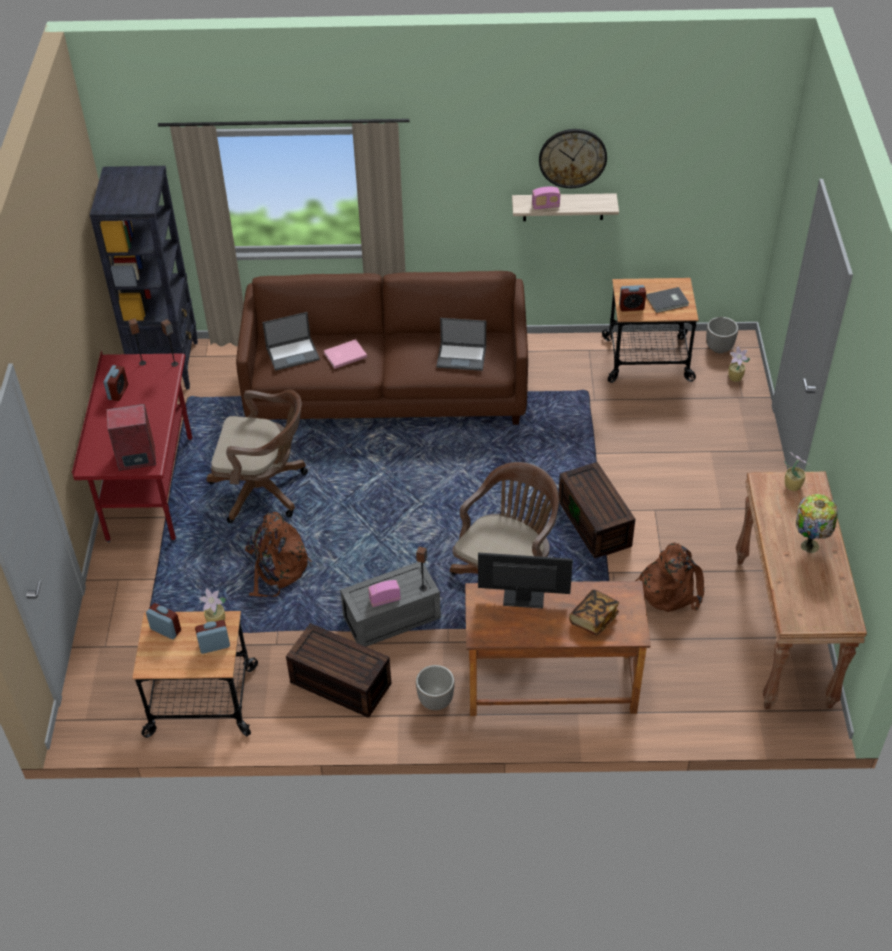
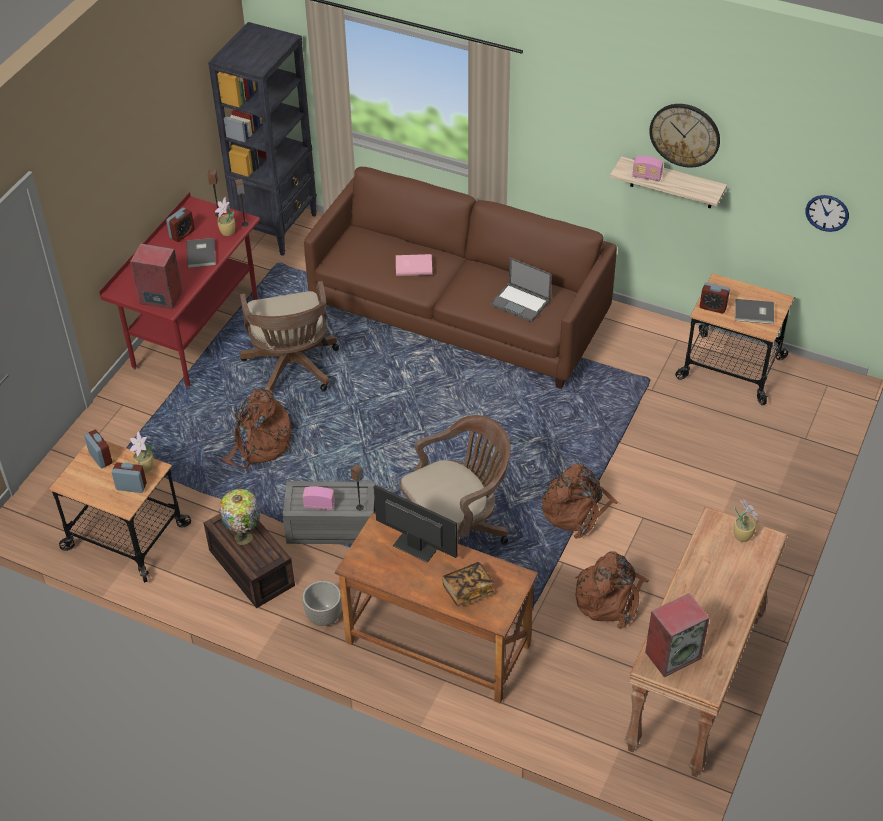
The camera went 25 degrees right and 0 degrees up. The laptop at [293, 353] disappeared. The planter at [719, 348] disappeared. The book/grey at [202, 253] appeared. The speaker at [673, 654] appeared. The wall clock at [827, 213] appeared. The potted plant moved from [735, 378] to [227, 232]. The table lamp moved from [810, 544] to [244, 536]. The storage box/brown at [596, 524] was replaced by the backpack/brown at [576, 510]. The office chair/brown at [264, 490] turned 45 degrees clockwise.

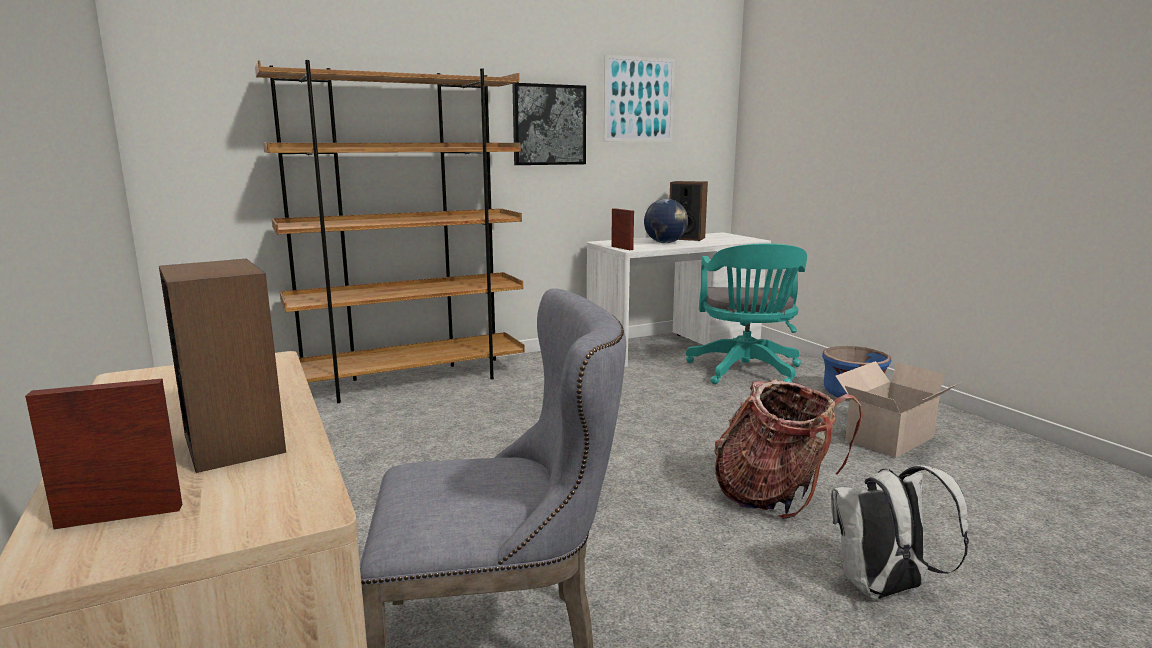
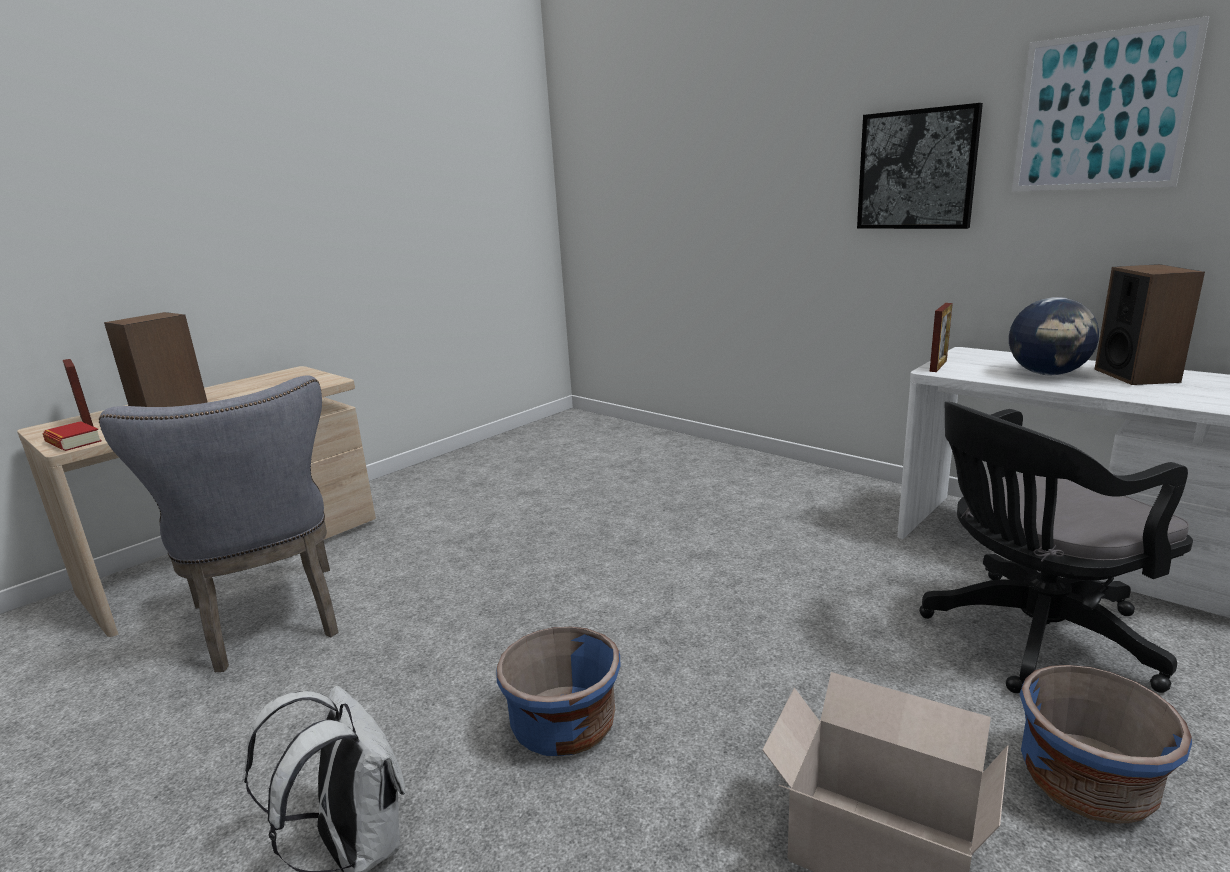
The camera went 70 degrees right and 5 degrees up. The bookcase/brown at [412, 381] disappeared. The book at [73, 442] appeared. The backpack at [775, 496] was replaced by the planter/blue at [564, 727]. The office chair/turquoise at [746, 372] became the office chair/black at [1029, 637].

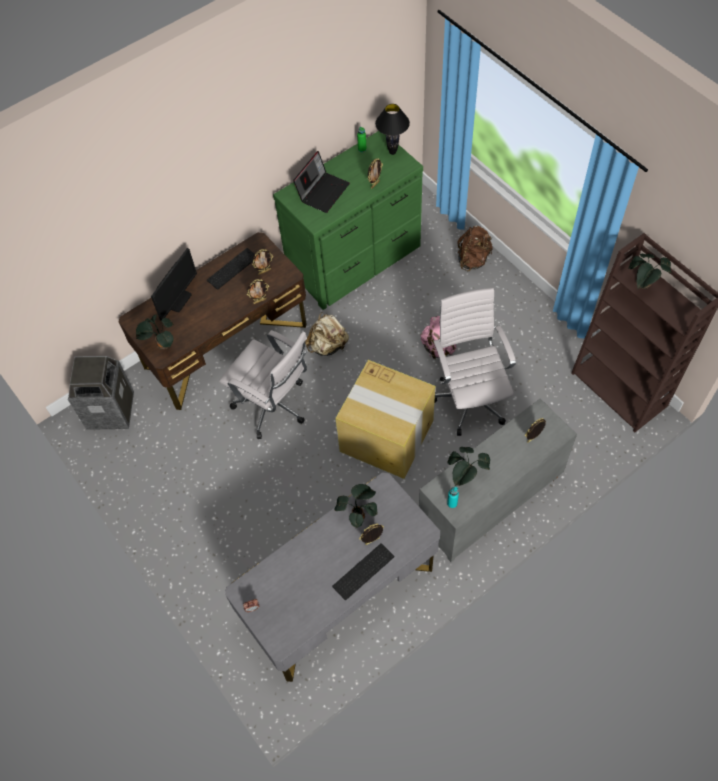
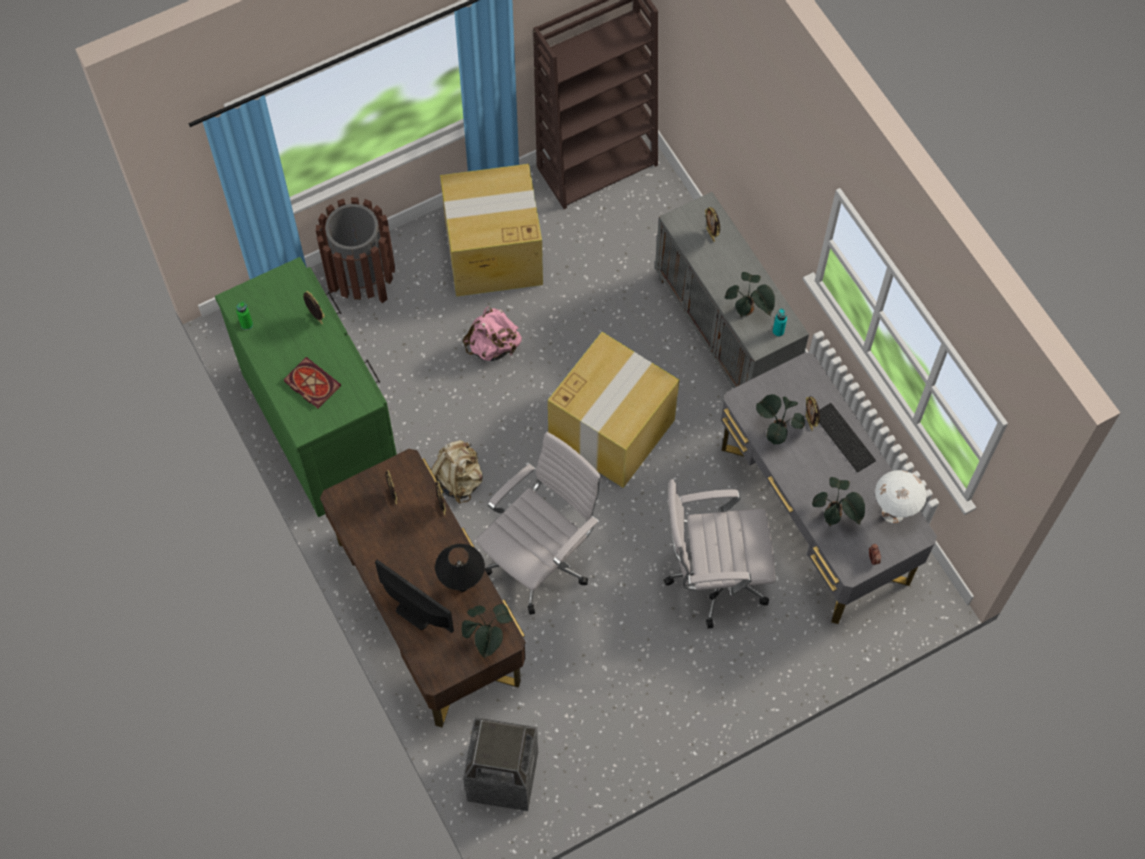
The camera went 85 degrees left and 5 degrees up. The keyboard at [232, 268] disappeared. The cardboard box at [492, 253] appeared. The table lamp/white at [892, 513] appeared. The table lamp/black moved from [393, 152] to [462, 587]. The office chair/white moved from [469, 398] to [712, 578]. The potted plant moved from [643, 286] to [834, 516]. The laptop at [323, 191] was replaced by the book at [310, 384]. The backpack/brown at [473, 260] was replaced by the trash can/brown at [361, 279].

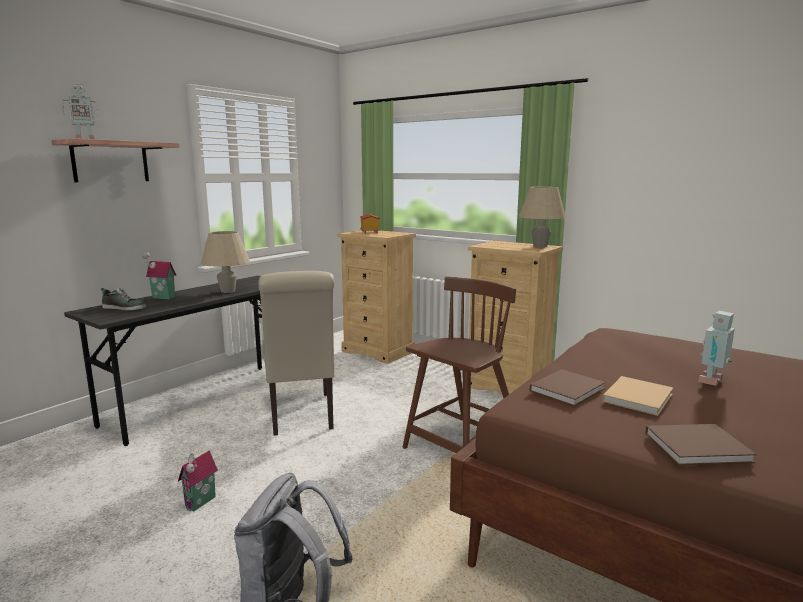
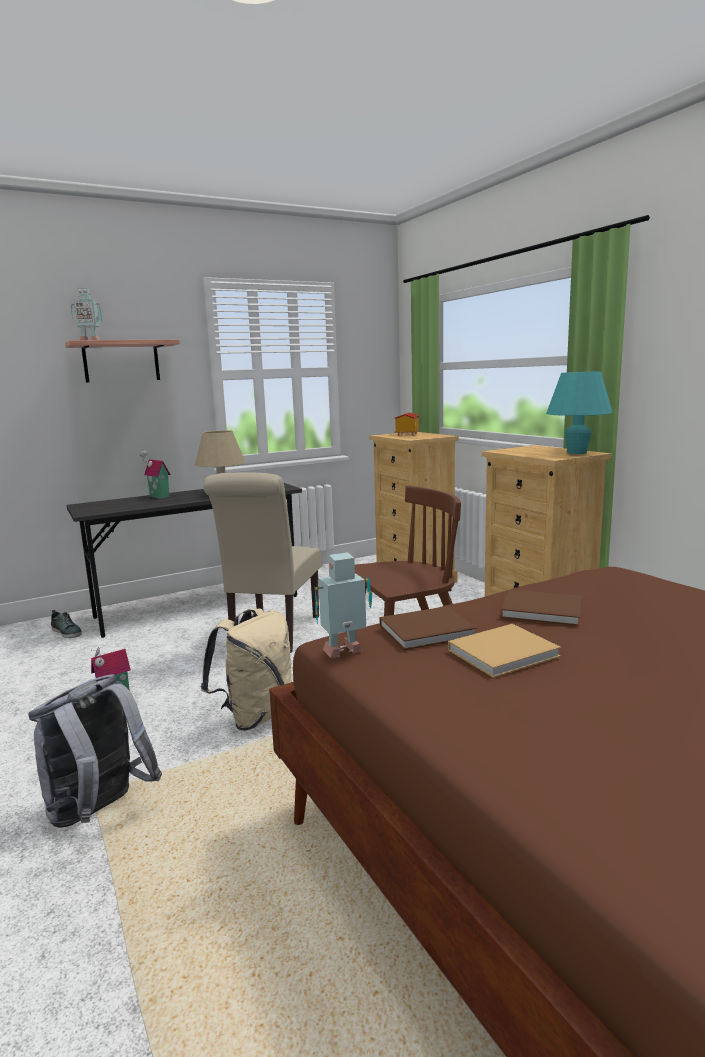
The camera went 25 degrees right and 0 degrees up. The backpack/beige at [256, 715] appeared. The shoe moved from [124, 308] to [67, 632]. The book/brown moved from [700, 447] to [544, 611]. The toy robot moved from [713, 381] to [345, 652]. The table lamp/beige at [540, 246] became the table lamp/turquoise at [577, 453].

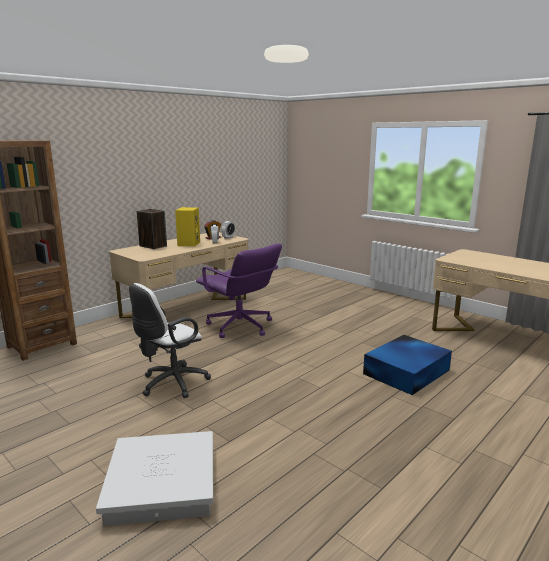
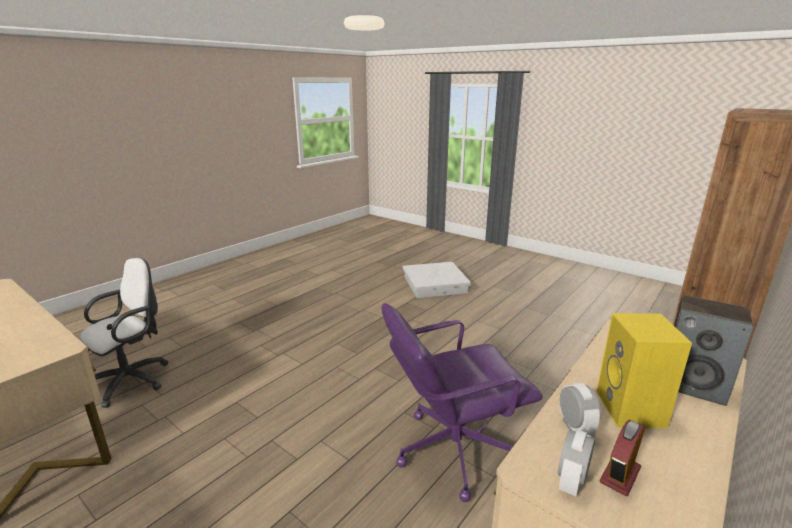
The camera went 175 degrees right and 5 degrees up. The storage box/blue at [407, 372] disappeared. The office chair/white moved from [171, 384] to [134, 379]. The office chair/purple at [240, 327] turned 60 degrees counterclockwise.

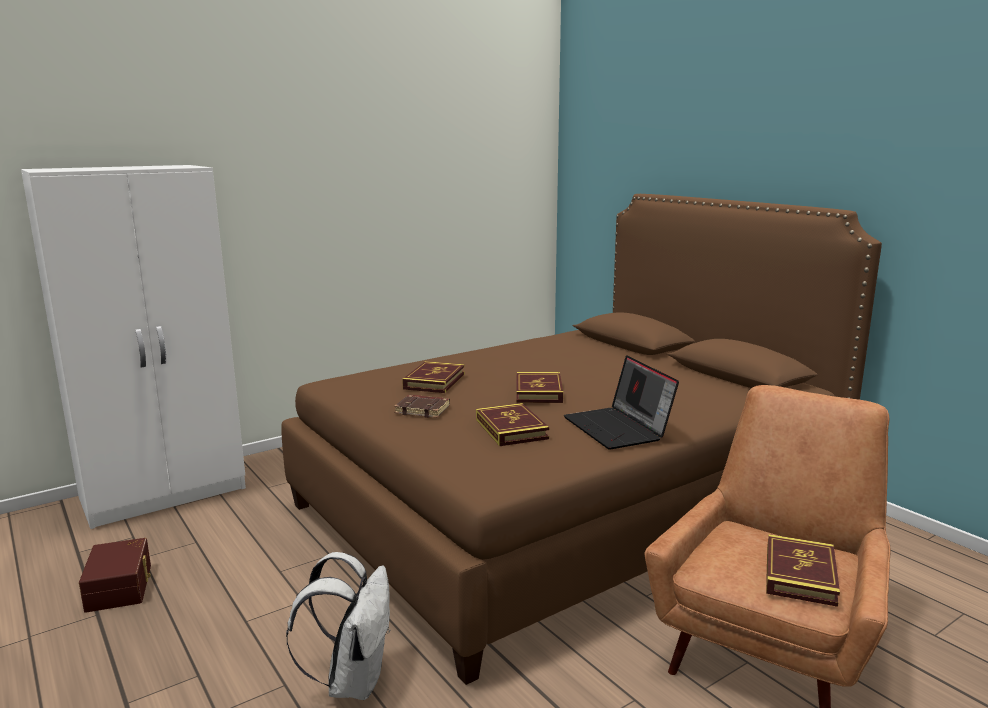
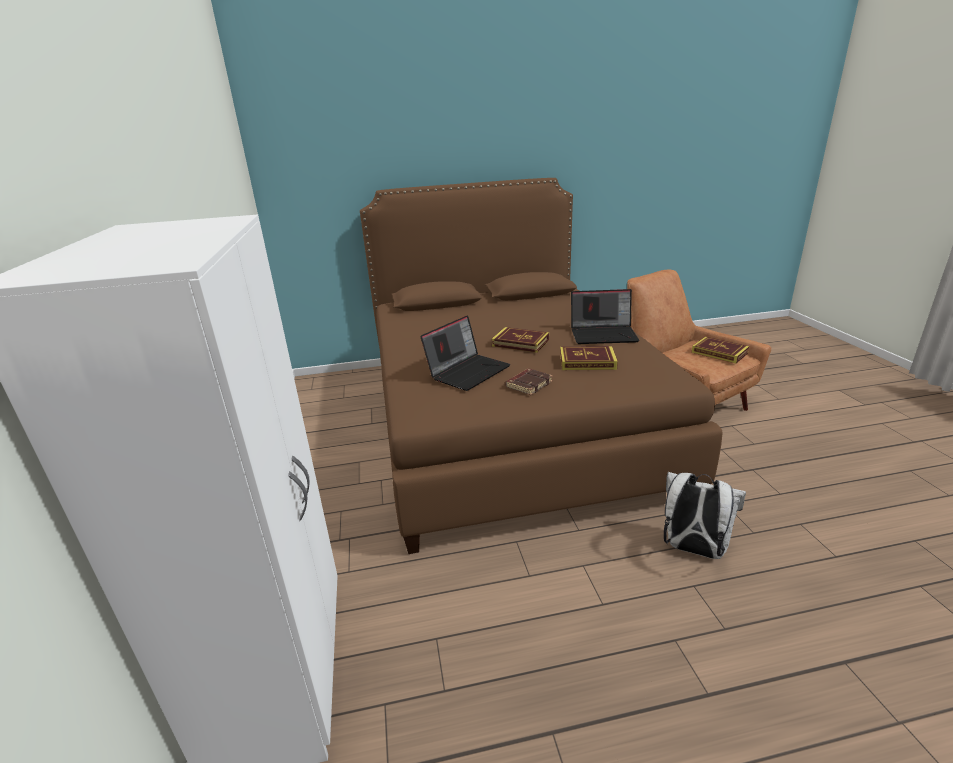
The camera went 65 degrees left and 10 degrees up. The storage box/brown at [121, 587] disappeared. The book at [434, 381] was replaced by the laptop at [468, 371].

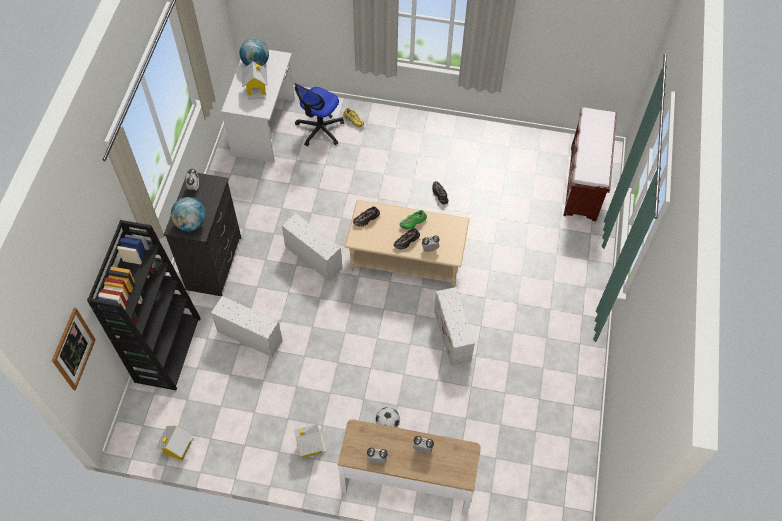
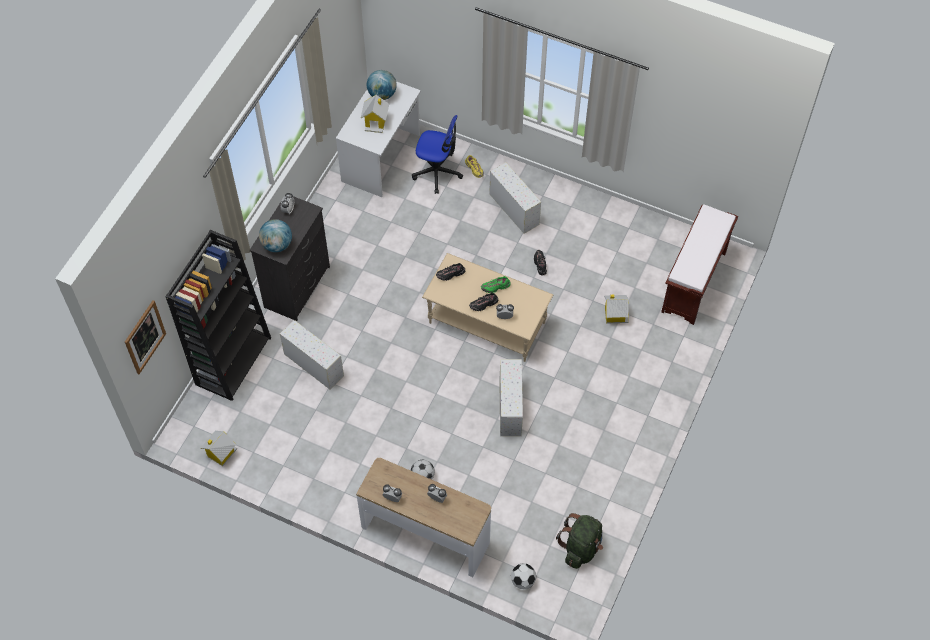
The camera went 15 degrees right and 0 degrees up. The football at [523, 580] appeared. The backpack/green at [581, 547] appeared. The storage box/white moved from [312, 257] to [513, 208]. The toy house moved from [310, 445] to [615, 315]. The office chair at [320, 129] turned 120 degrees counterclockwise.

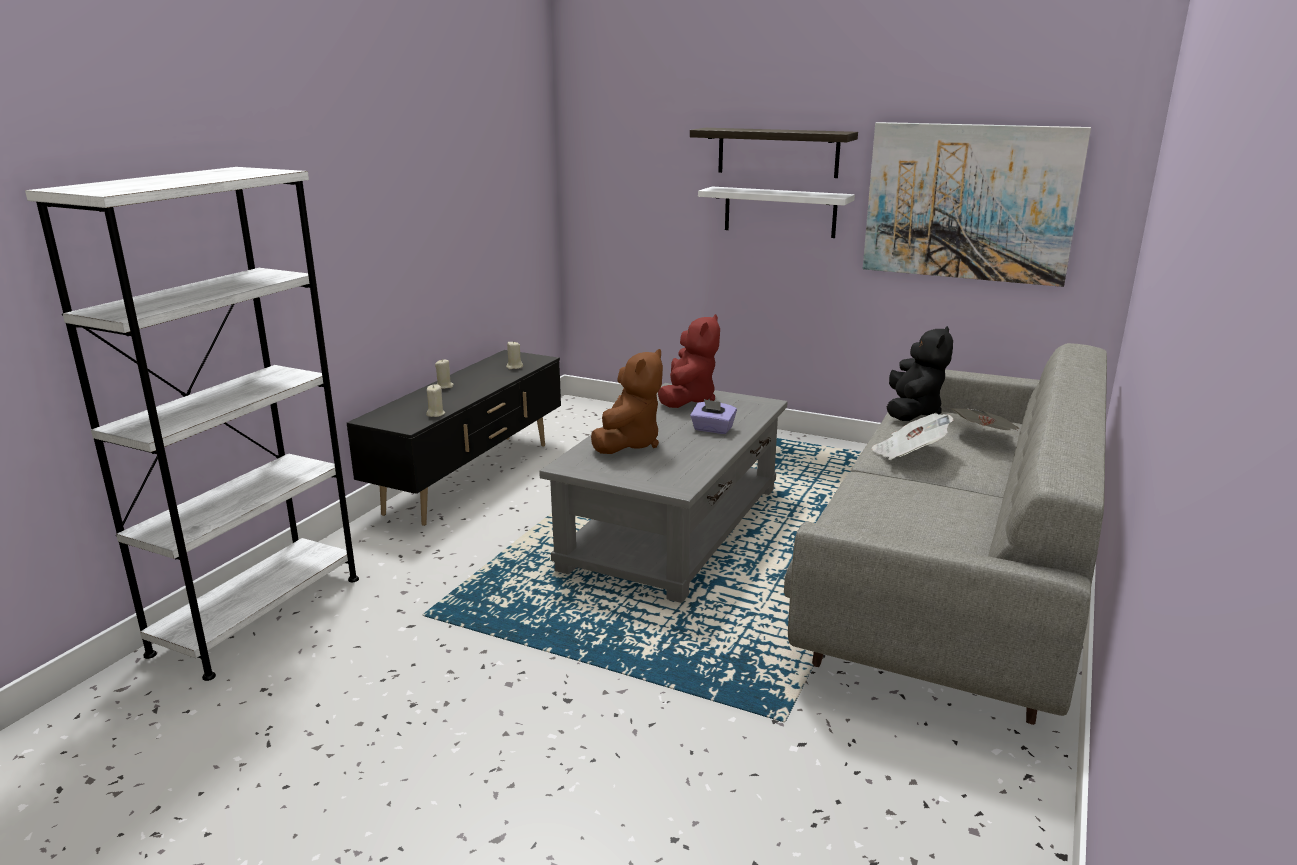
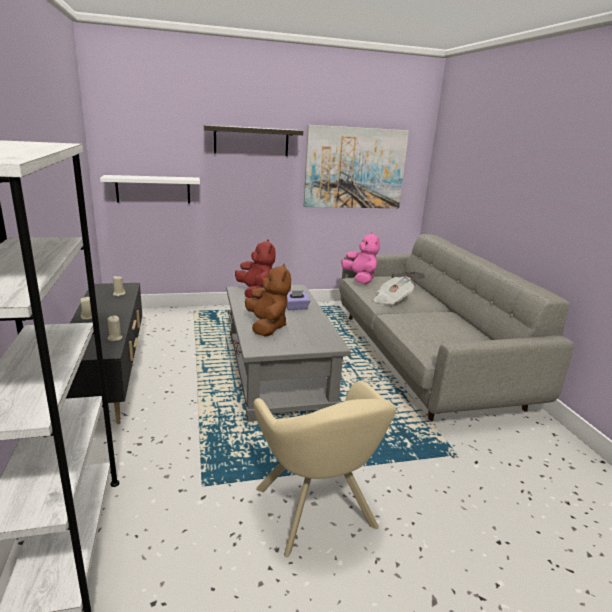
The camera went 40 degrees left and 0 degrees up. The armchair/beige at [317, 513] appeared. The shelf/white moved from [779, 212] to [153, 189]. The plush toy/black at [912, 412] became the plush toy/pink at [360, 279].

